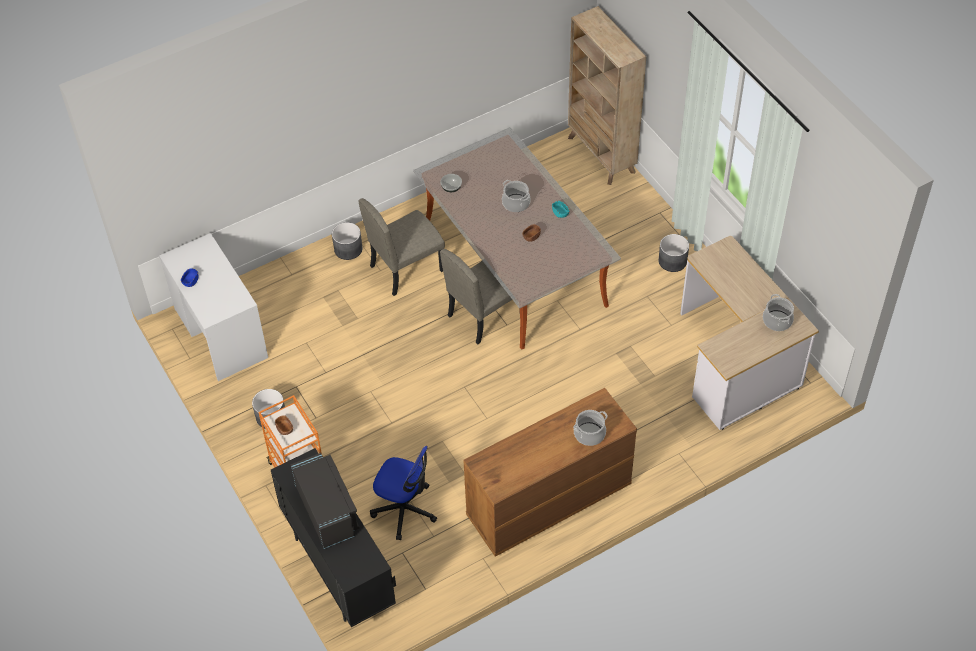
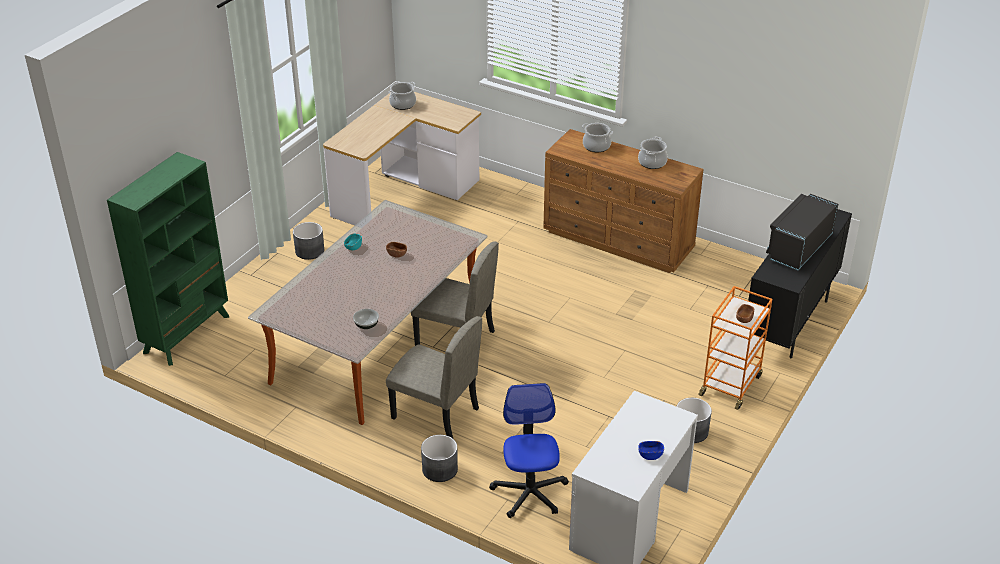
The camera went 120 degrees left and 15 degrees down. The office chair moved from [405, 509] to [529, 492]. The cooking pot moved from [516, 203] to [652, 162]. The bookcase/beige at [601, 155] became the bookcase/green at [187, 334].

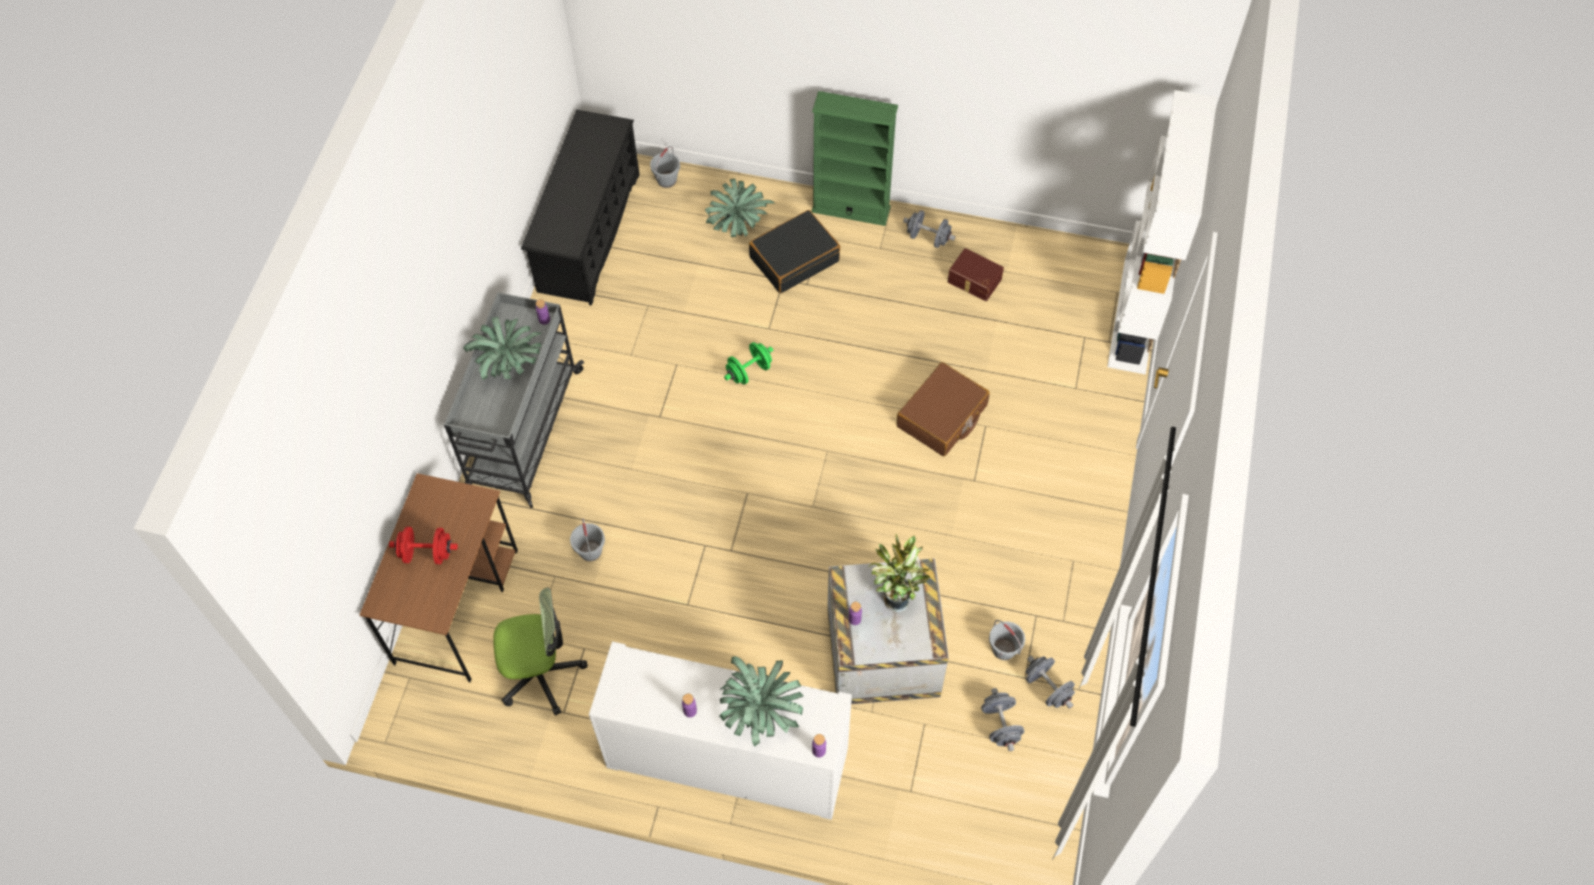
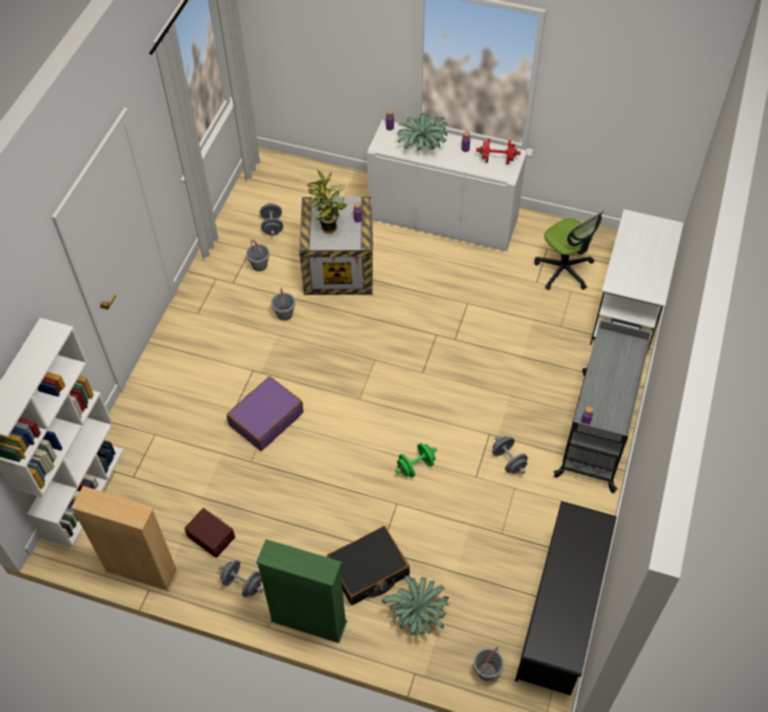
The camera went 175 degrees left and 5 degrees down. The potted plant at [508, 363] disappeared. The bookcase/beige at [141, 571] appeared. The dumbbell/red moved from [427, 553] to [497, 159]. The bucket/grey moved from [590, 551] to [285, 314]. The dumbbell/grey moved from [1047, 688] to [508, 461]. The desk/brown at [457, 605] became the desk/white at [627, 312]. The suitcase/brown at [942, 417] became the suitcase/purple at [266, 418]. The office chair at [540, 673] turned 120 degrees counterclockwise.

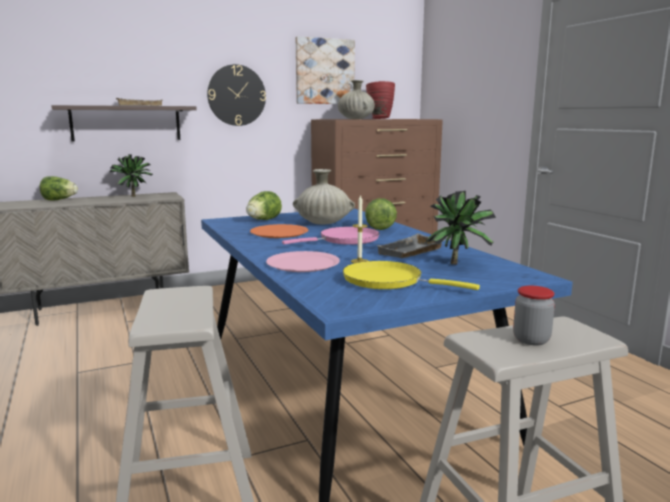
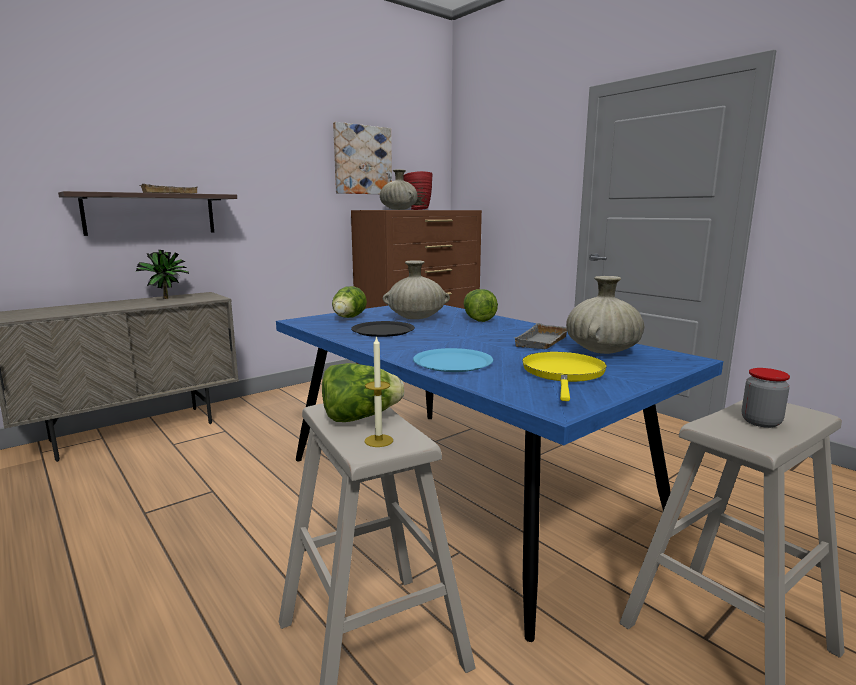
The camera went 15 degrees left and 0 degrees up. The wall clock at [236, 95] disappeared. The frying pan/pink at [345, 240] disappeared. The lettuce moved from [59, 200] to [360, 417]. The candle moved from [359, 261] to [378, 441]. The potted plant at [457, 263] was replaced by the vase/beige at [601, 351]. The plate/orange at [279, 232] became the plate/black at [383, 330]. The plate/pink at [303, 263] became the plate/blue at [453, 362]. The frying pan/yellow at [388, 281] turned 90 degrees clockwise.

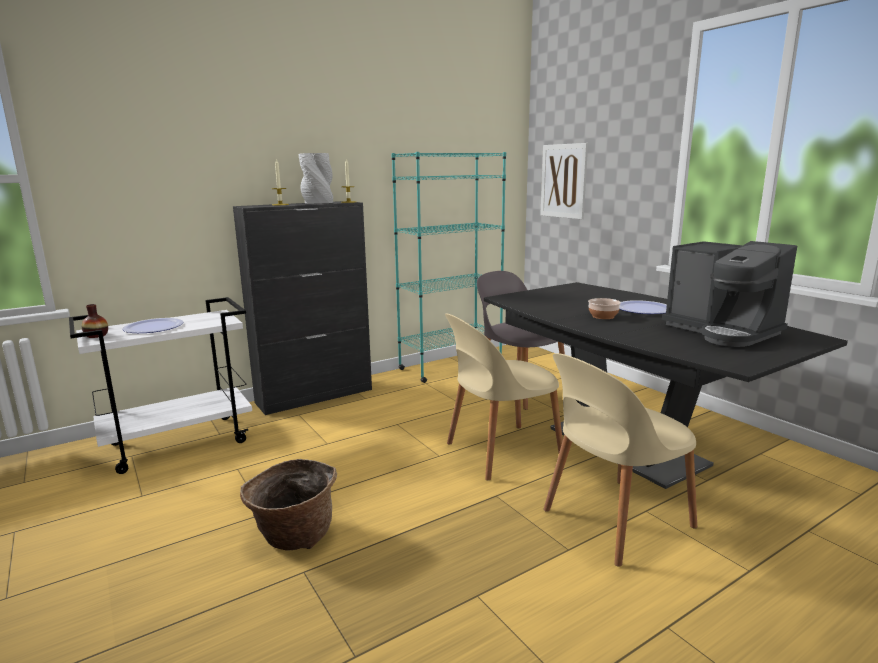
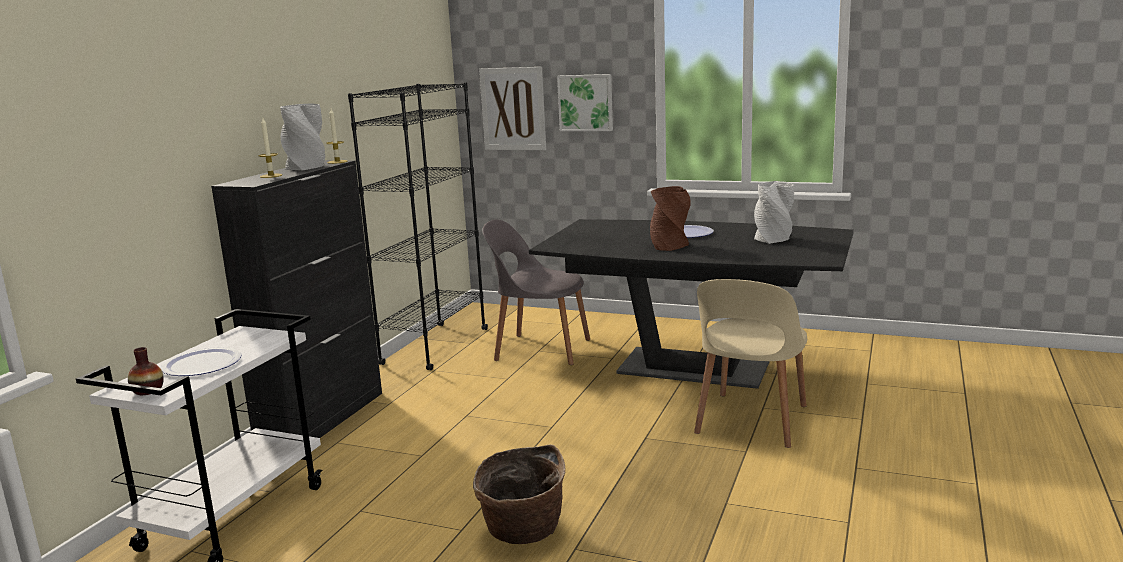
The camera went 35 degrees left and 0 degrees up. The chair/beige at [500, 451] disappeared. The picture at [586, 102] appeared. The bowl at [603, 316] was replaced by the vase/brown at [669, 245]. The coffee machine at [722, 331] was replaced by the vase/grey at [773, 239]. The bookcase/turquoise at [451, 366] became the bookcase/black at [435, 346].

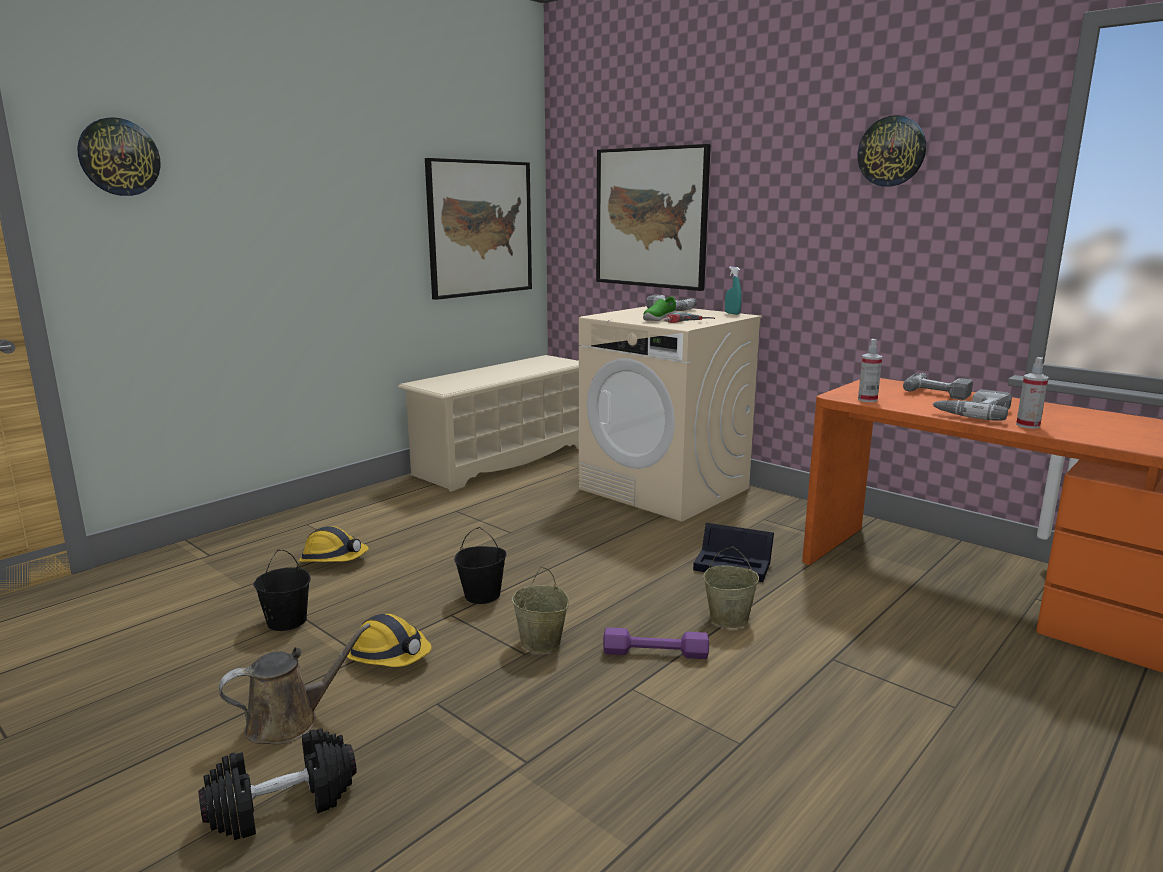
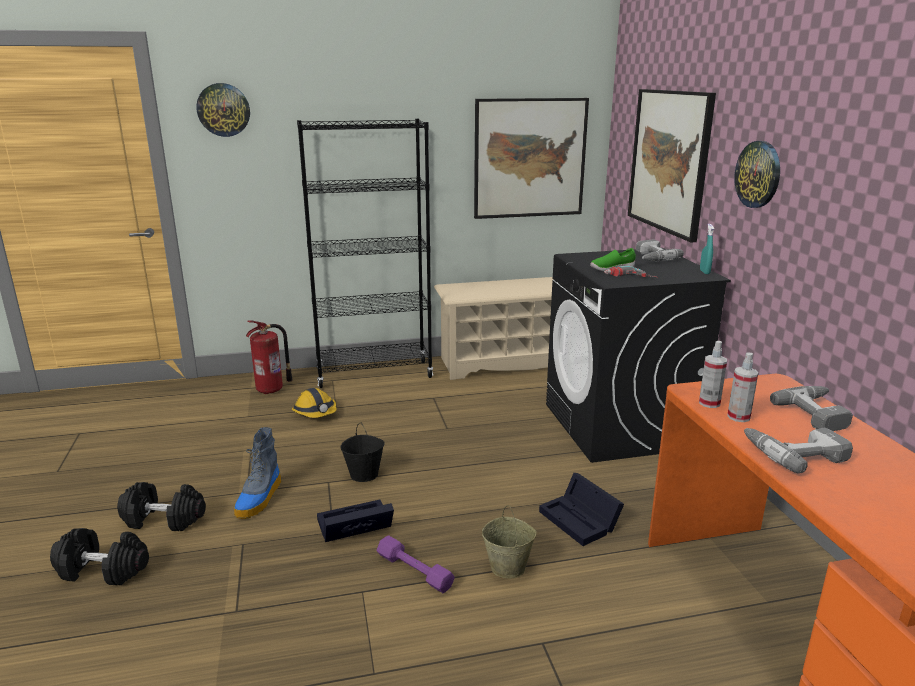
The camera went 35 degrees right and 5 degrees up. The bucket/black at [286, 621] disappeared. The fire extinguisher at [271, 389] appeared. The bookcase/black at [374, 374] appeared. The wall clock moved from [891, 151] to [758, 174]. The spray bottle moved from [1028, 425] to [738, 417]. The watering can/brown at [289, 721] was replaced by the dumbbell/black at [164, 519]. The hard hat at [390, 656] was replaced by the boot at [259, 498]. The bucket/beige at [541, 643] was replaced by the storage box/black at [353, 527]. The washing machine/beige at [665, 489] became the washing machine/black at [619, 426].

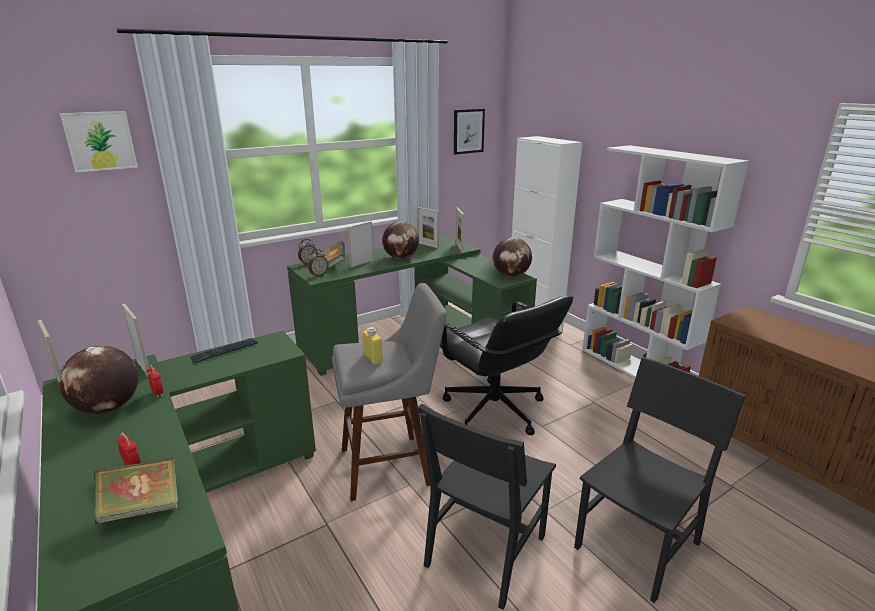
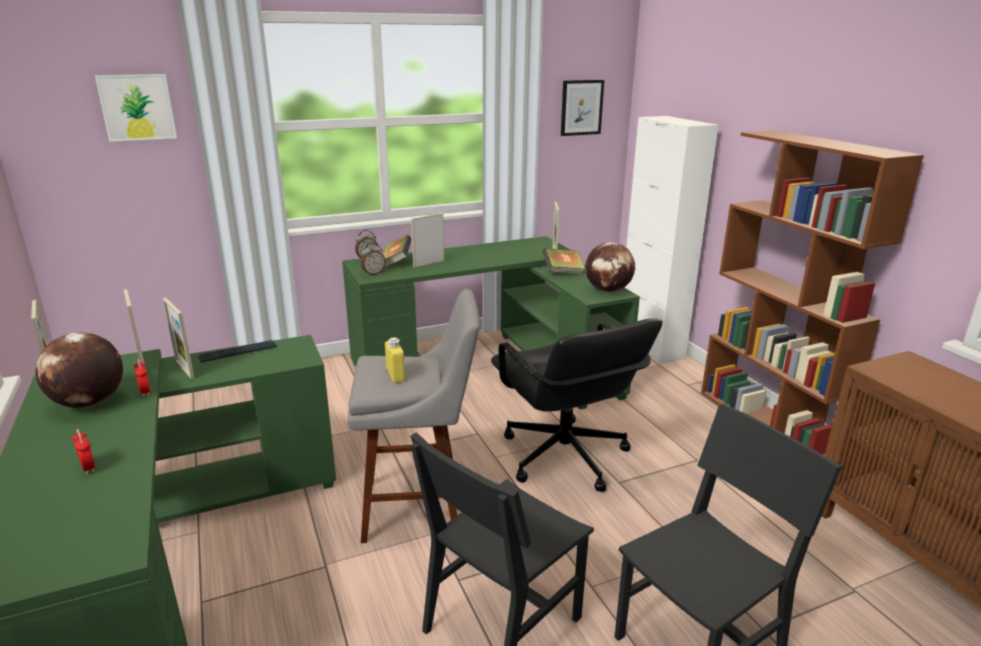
The camera went 10 degrees right and 0 degrees up. The globe at [401, 258] disappeared. The book moved from [142, 507] to [563, 273]. The picture frame moved from [428, 245] to [184, 369]. The bookcase/white at [636, 368] became the bookcase/brown at [767, 423].

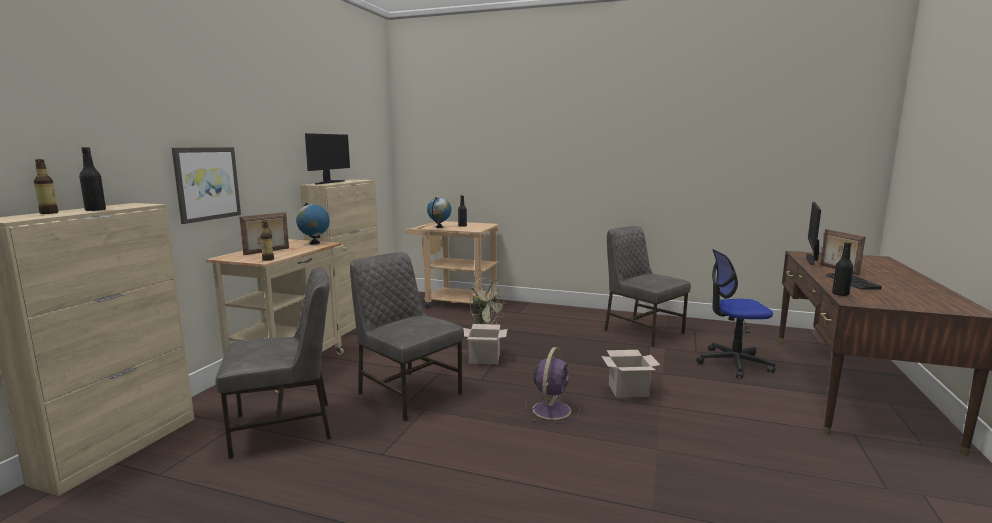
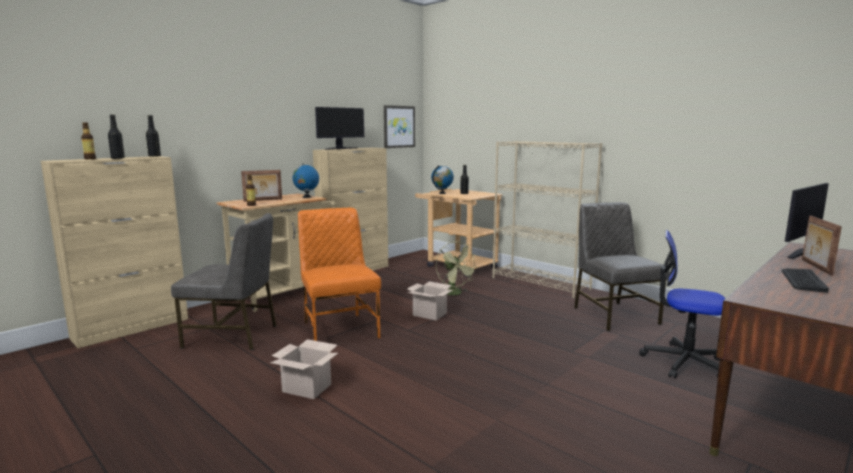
The camera went 25 degrees right and 0 degrees up. The fan/purple at [552, 409] disappeared. The bookcase/beige at [540, 283] appeared. The picture moved from [206, 183] to [398, 126]. The cardboard box moved from [629, 390] to [308, 388]. The bottle/black moved from [840, 294] to [154, 156]. The chair/grey at [408, 393] became the chair/orange at [339, 329].

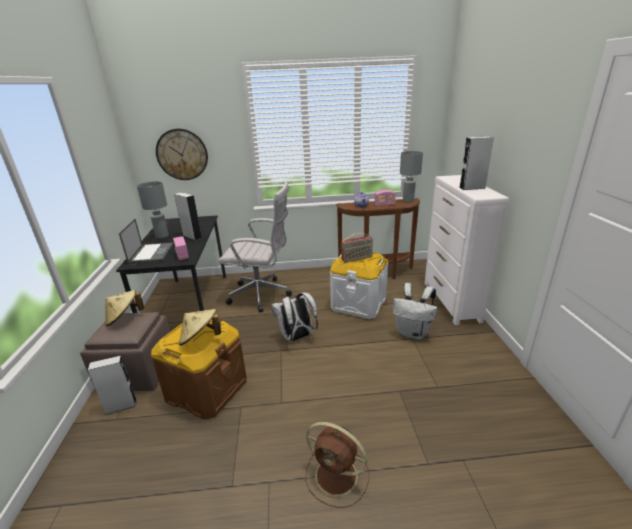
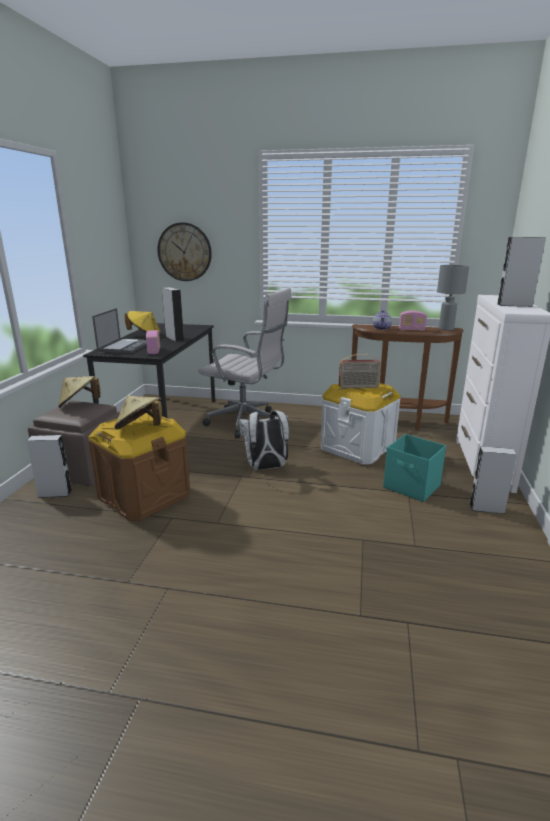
The camera went 15 degrees right and 5 degrees down. The fan/brown at [338, 476] disappeared. The speaker/grey at [487, 508] appeared. The table lamp/grey at [162, 236] was replaced by the hat/yellow at [145, 335]. The backpack/white at [413, 333] was replaced by the storage box/turquoise at [412, 487].

